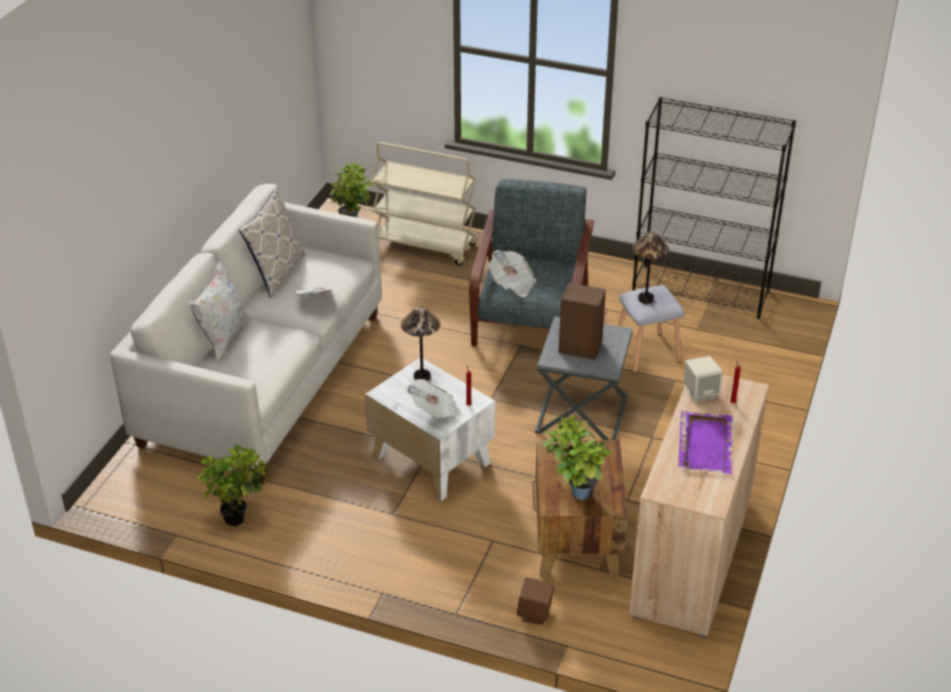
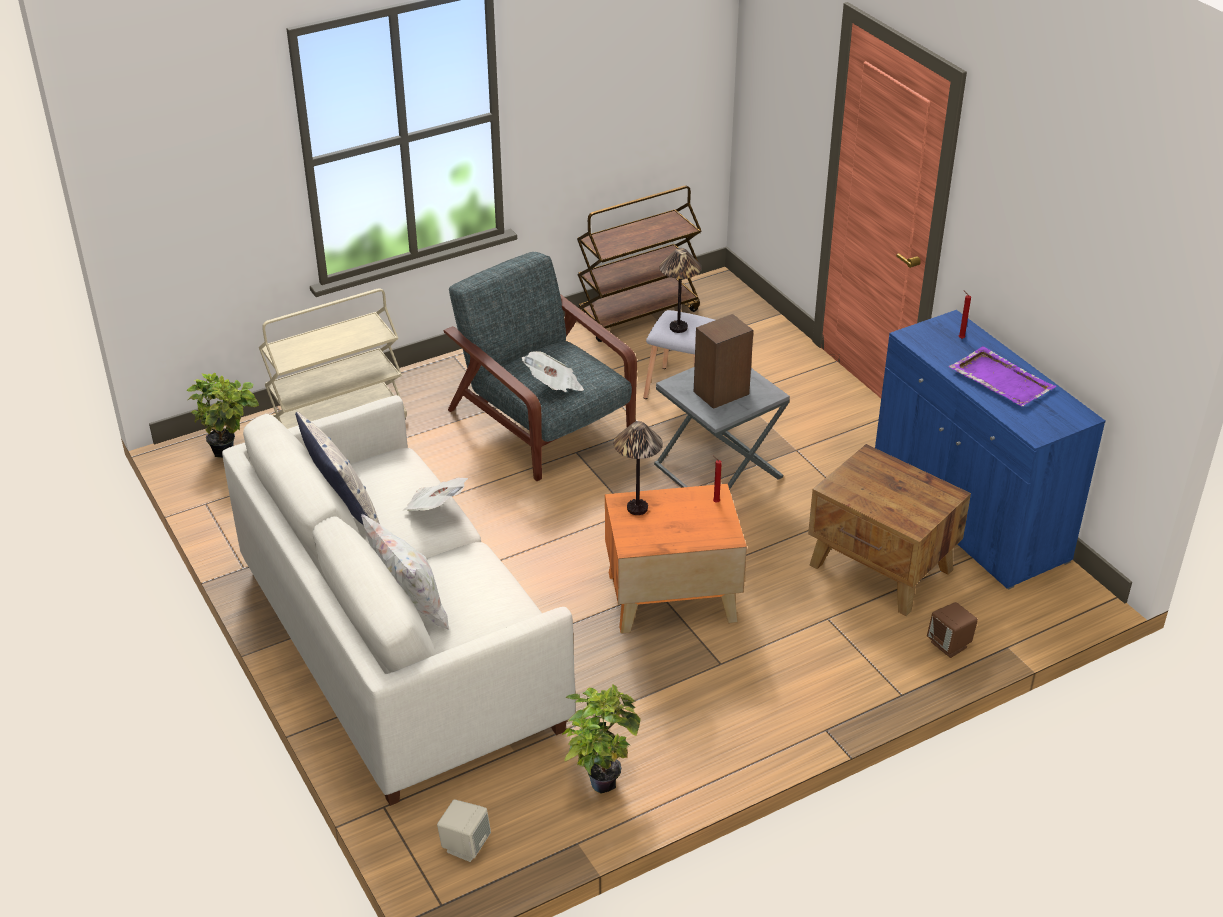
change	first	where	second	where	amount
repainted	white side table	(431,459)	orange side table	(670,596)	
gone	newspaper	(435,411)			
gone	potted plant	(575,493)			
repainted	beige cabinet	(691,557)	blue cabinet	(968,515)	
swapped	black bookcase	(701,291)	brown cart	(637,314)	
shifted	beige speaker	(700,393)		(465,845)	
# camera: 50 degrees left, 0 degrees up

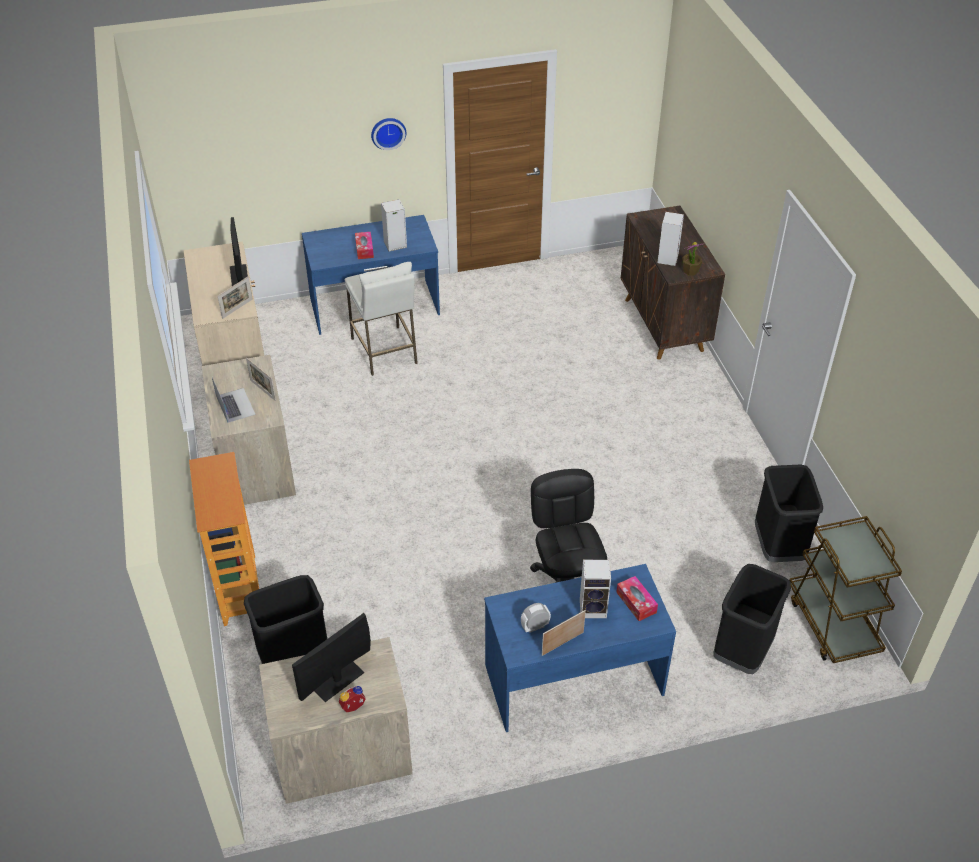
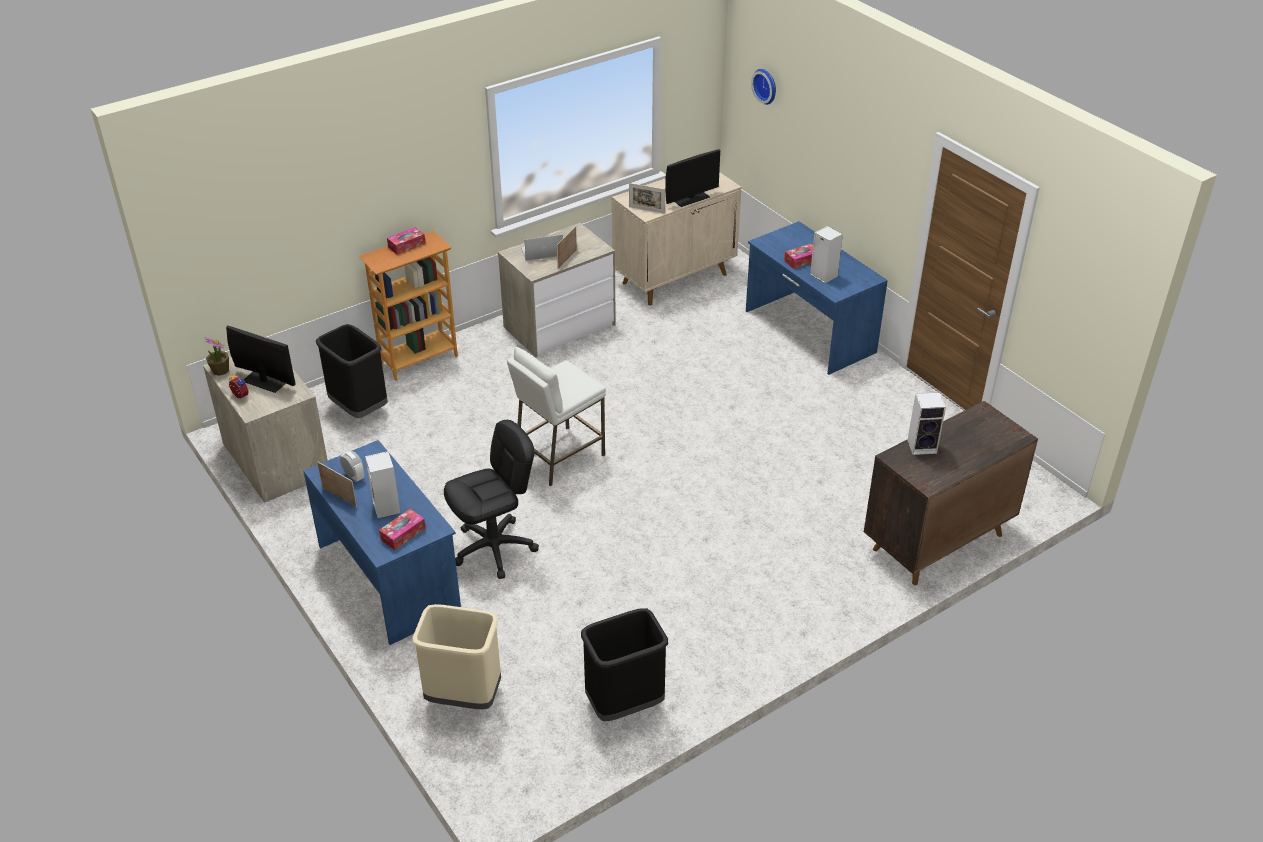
change	first	where	second	where	amount
rotated	laptop	(235,405)		(541,251)	150 degrees counterclockwise
shifted	white stool	(384,351)		(559,457)	
shifted	wall clock	(388,132)		(766,85)	
shifted	potted plant	(690,271)		(220,370)	
repainted	black trash can	(742,652)	beige trash can	(463,696)	
gone	brown cart	(833,623)			
new			tissue box	(406,245)	
# camera: 70 degrees right, 5 degrees down

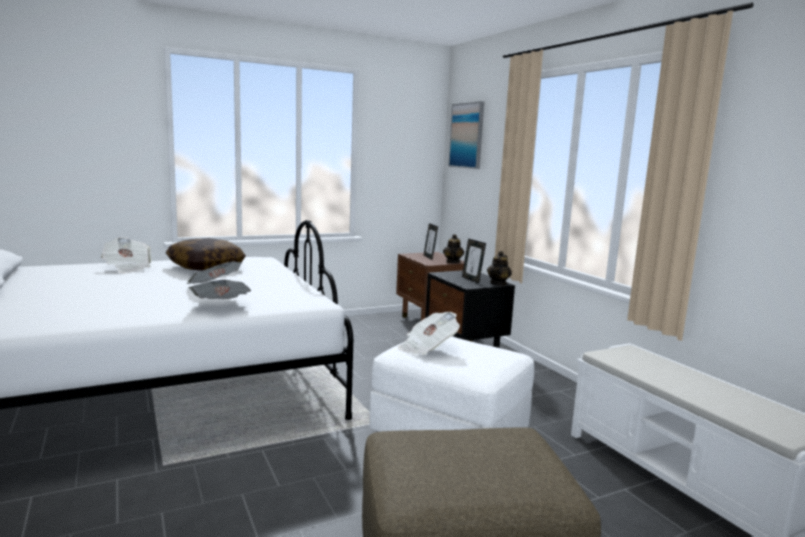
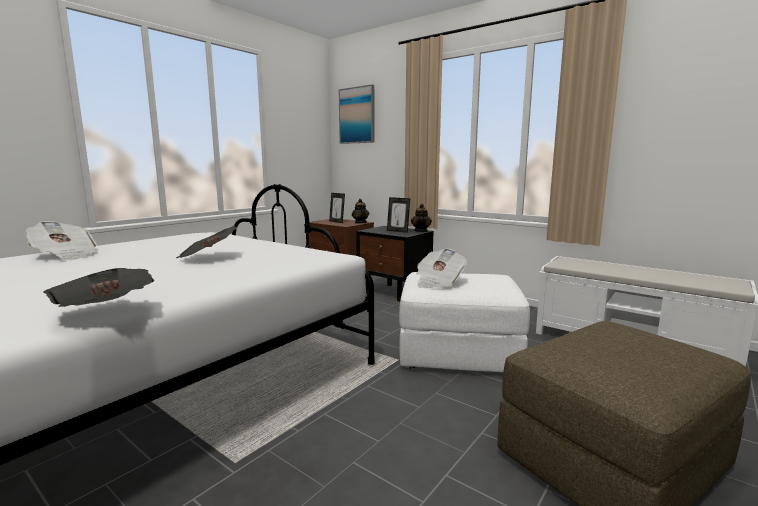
change	first	where	second	where	amount
gone	pillow	(205,267)			
shifted	newspaper	(221,306)		(106,313)	
# camera: 25 degrees left, 0 degrees up

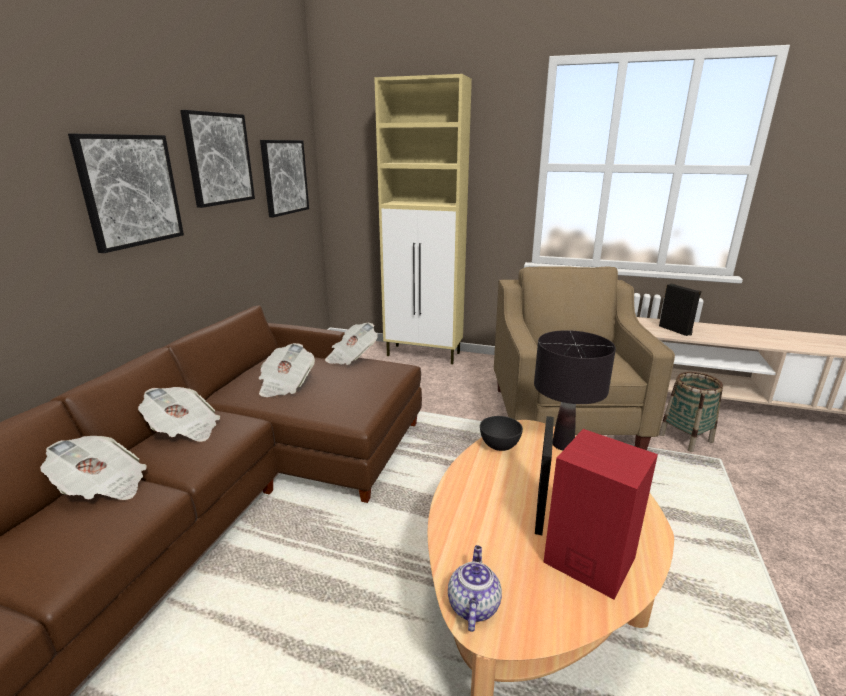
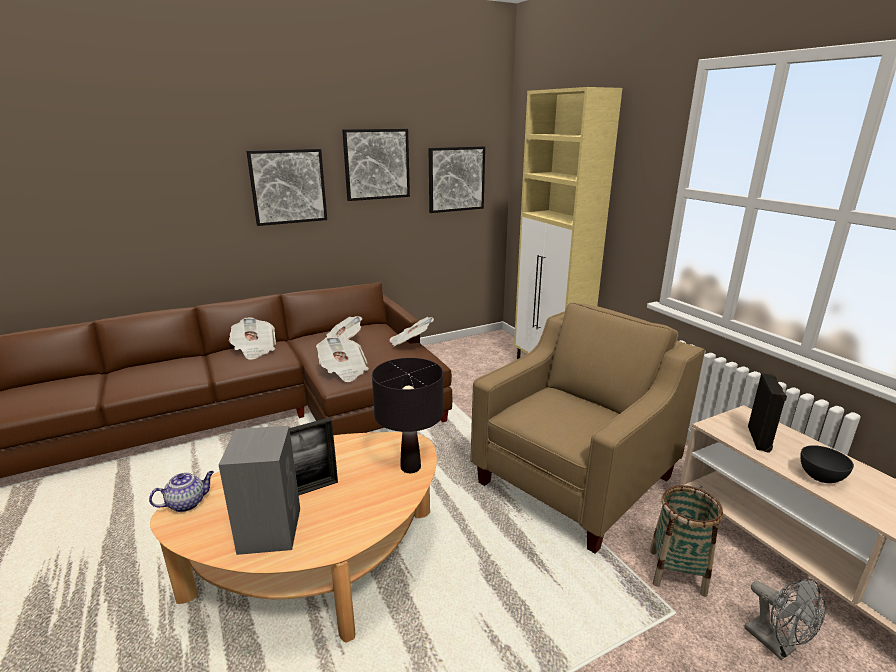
change	first	where	second	where	amount
shifted	newspaper	(103,486)		(344,371)	
shifted	grey bowl	(500,445)		(821,477)	
repainted	red speaker	(587,559)	grey speaker	(270,529)	
new			grey fan	(776,645)	
# camera: 45 degrees right, 0 degrees up

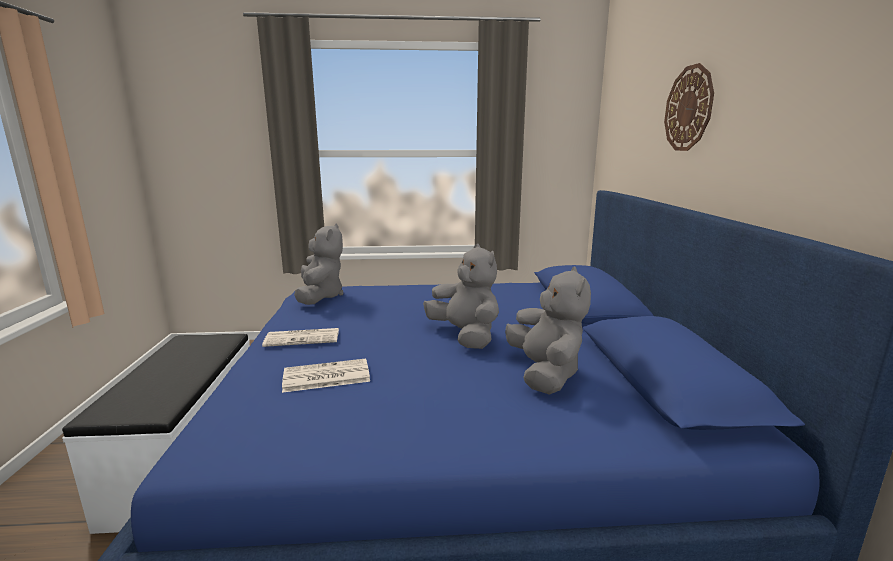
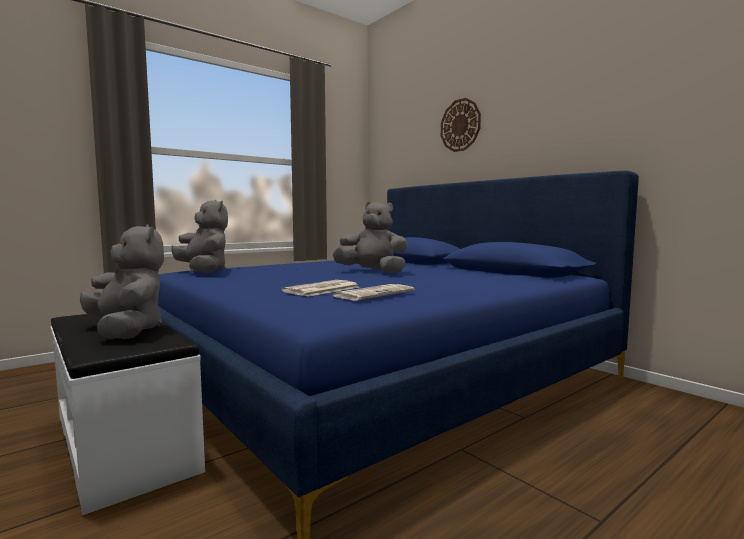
change	first	where	second	where	amount
shifted	newspaper	(303,338)		(374,293)	
shifted	grey plush toy	(545,374)		(127,331)	
# camera: 35 degrees left, 10 degrees down

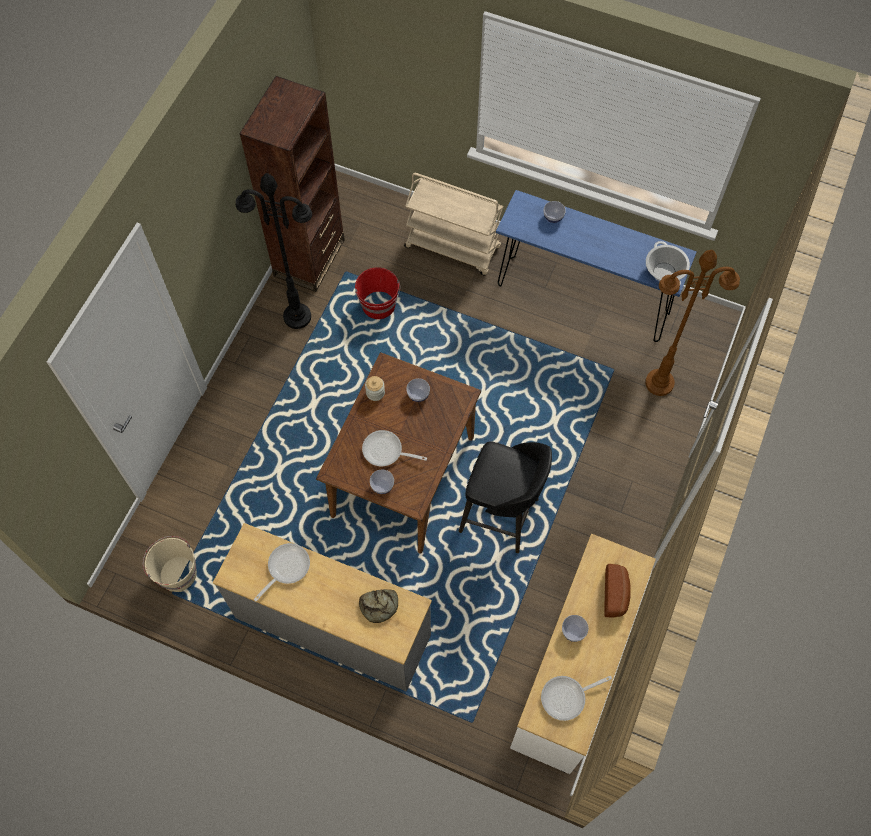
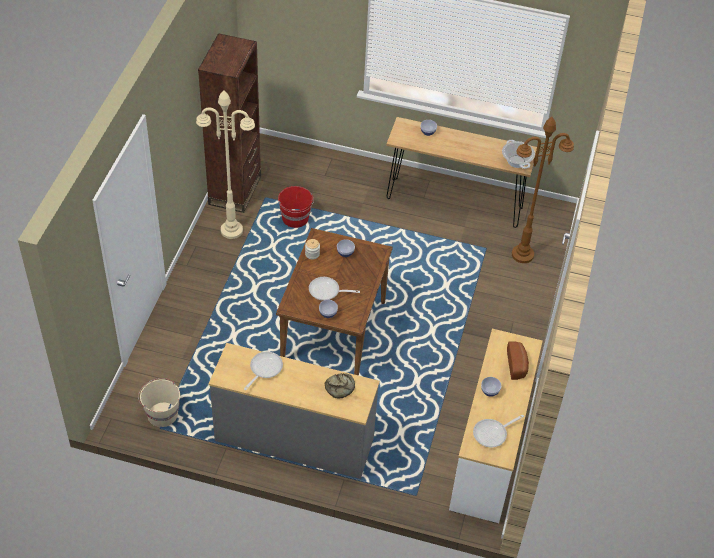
change	first	where	second	where	amount
repainted	black floor lamp	(297,317)	beige floor lamp	(231,230)	
gone	beige cart	(453,247)			
gone	black stool	(501,516)			
repainted	blue console table	(582,298)	brown console table	(454,203)	
# camera: 10 degrees left, 15 degrees down

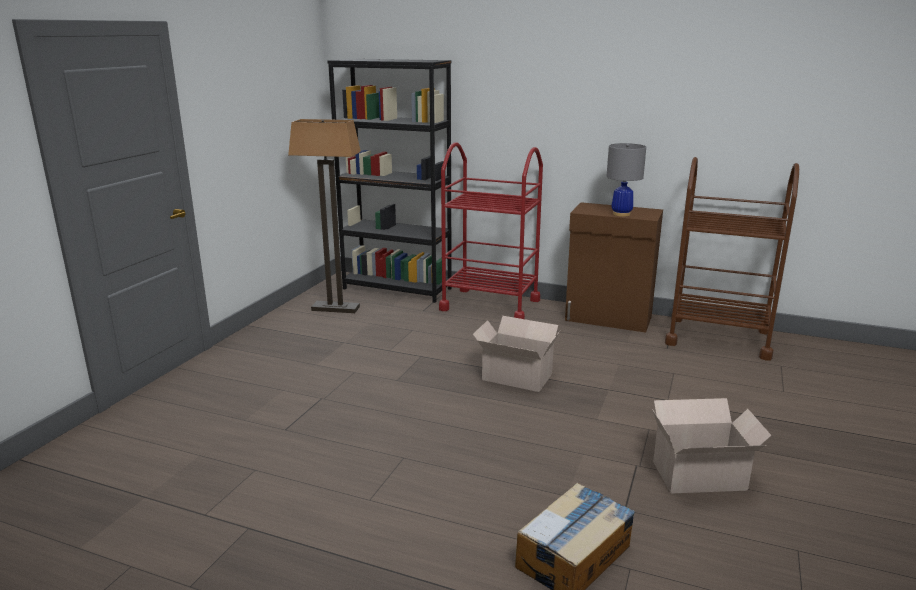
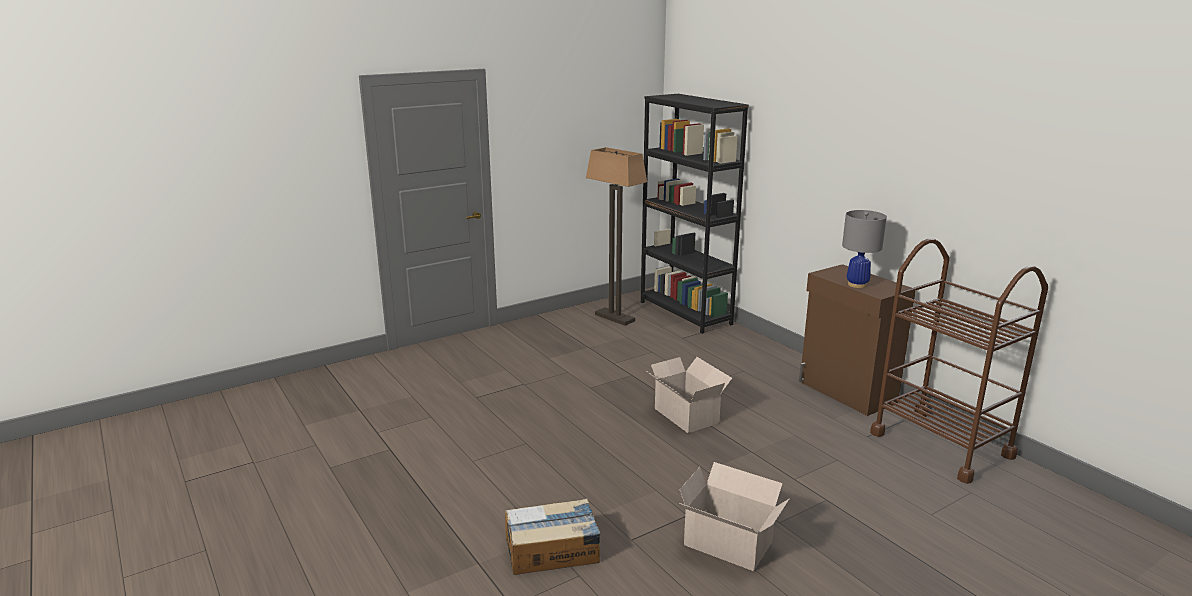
change	first	where	second	where	amount
gone	red cart	(490,305)			
# camera: 35 degrees right, 0 degrees up

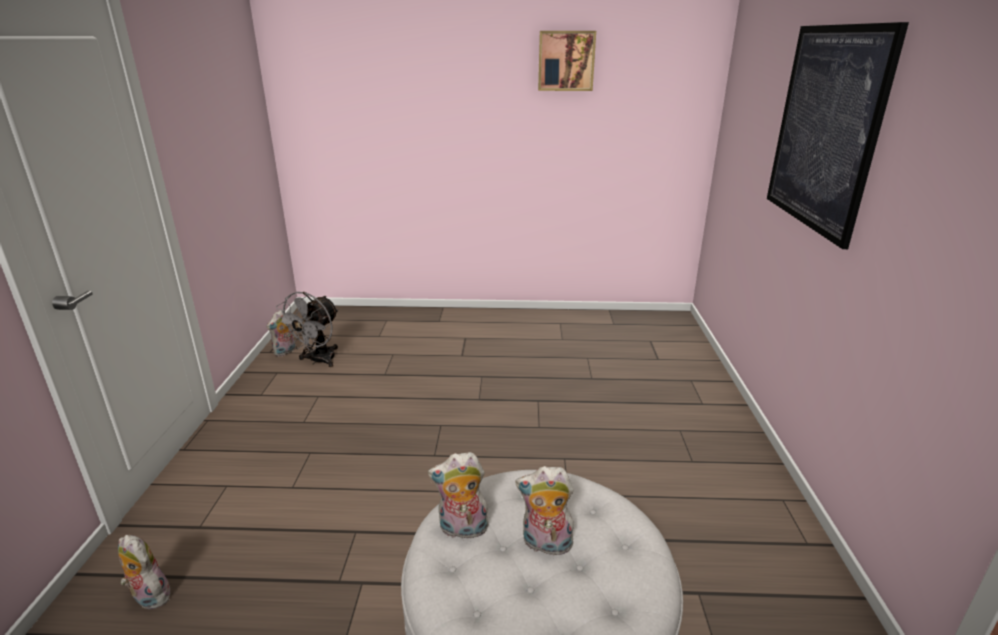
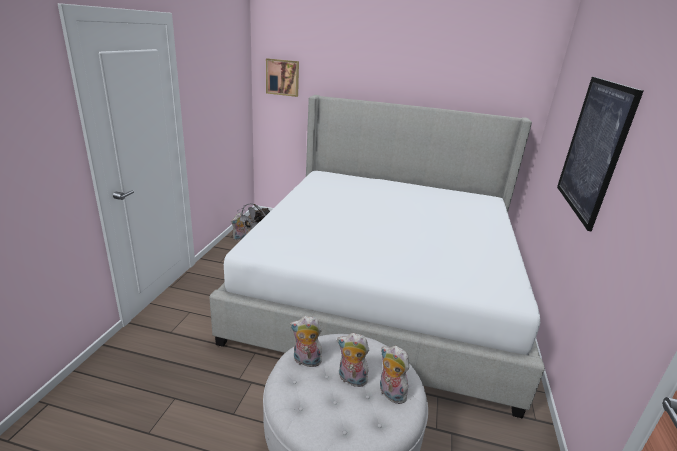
change	first	where	second	where	amount
shifted	plush toy	(148,597)		(390,393)	
shifted	picture	(566,61)		(282,77)	
new			bed	(382,289)	
# camera: 10 degrees right, 0 degrees up

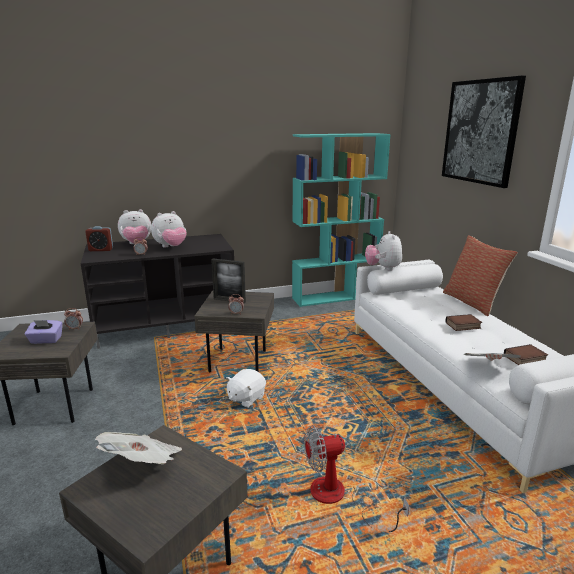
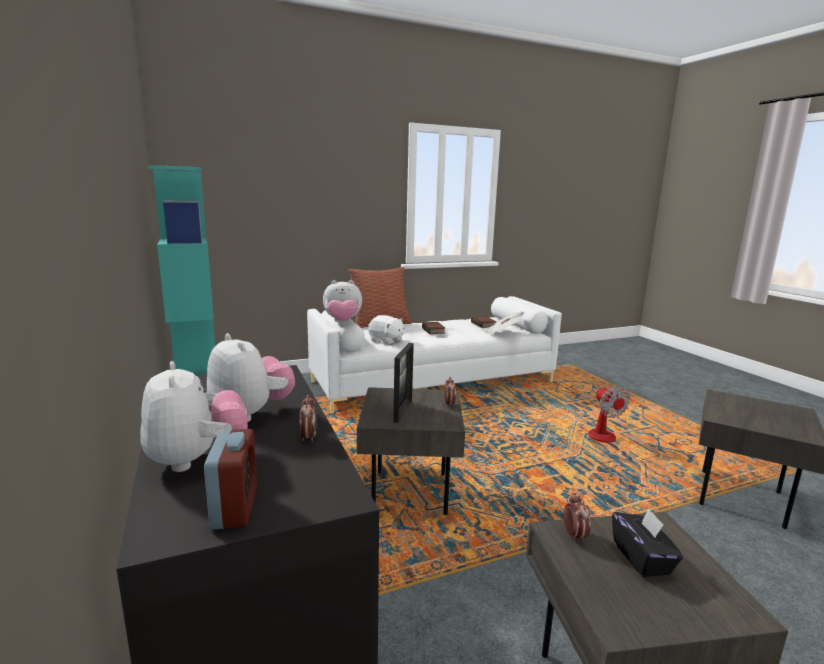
change	first	where	second	where	amount
repainted	purple tissue box	(46,340)	black tissue box	(642,558)	
gone	newspaper	(143,463)			
shifted	white plush toy	(246,398)		(386,341)	
gone	picture	(480,132)			
# camera: 95 degrees left, 5 degrees down

